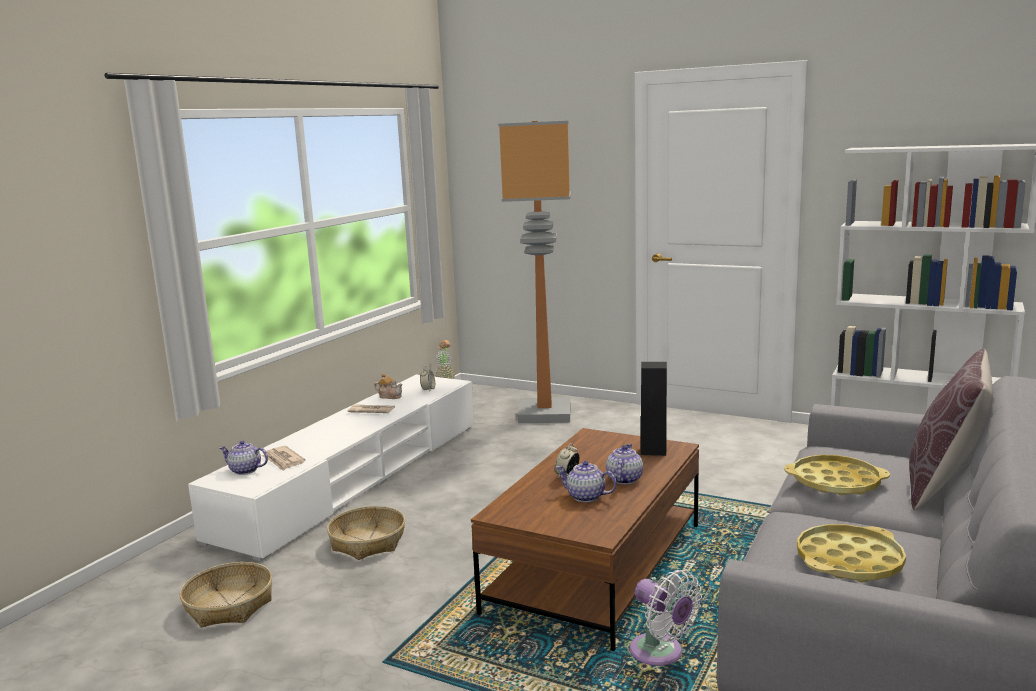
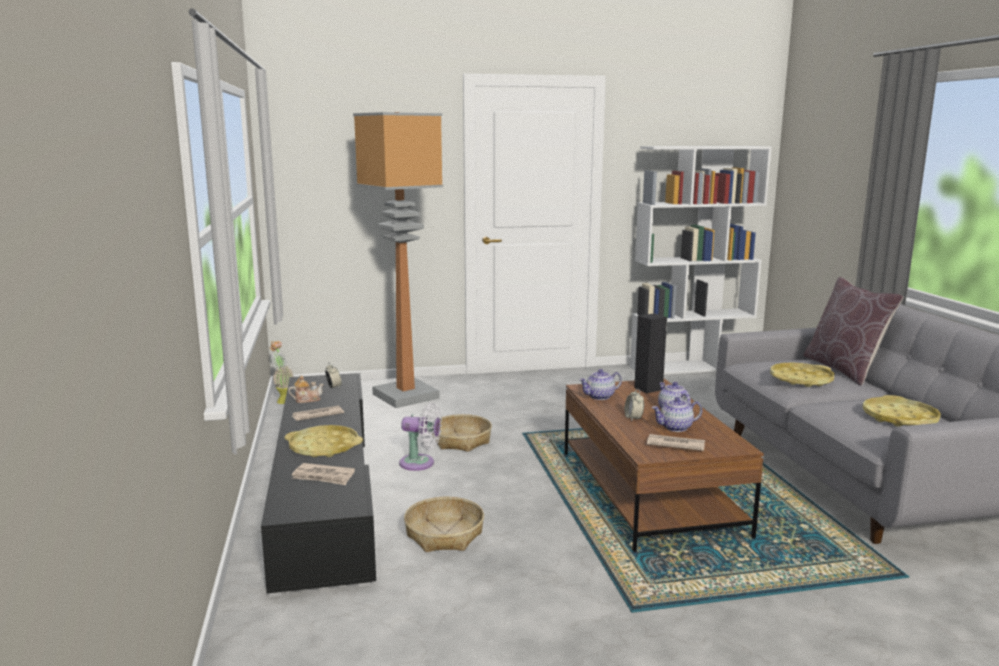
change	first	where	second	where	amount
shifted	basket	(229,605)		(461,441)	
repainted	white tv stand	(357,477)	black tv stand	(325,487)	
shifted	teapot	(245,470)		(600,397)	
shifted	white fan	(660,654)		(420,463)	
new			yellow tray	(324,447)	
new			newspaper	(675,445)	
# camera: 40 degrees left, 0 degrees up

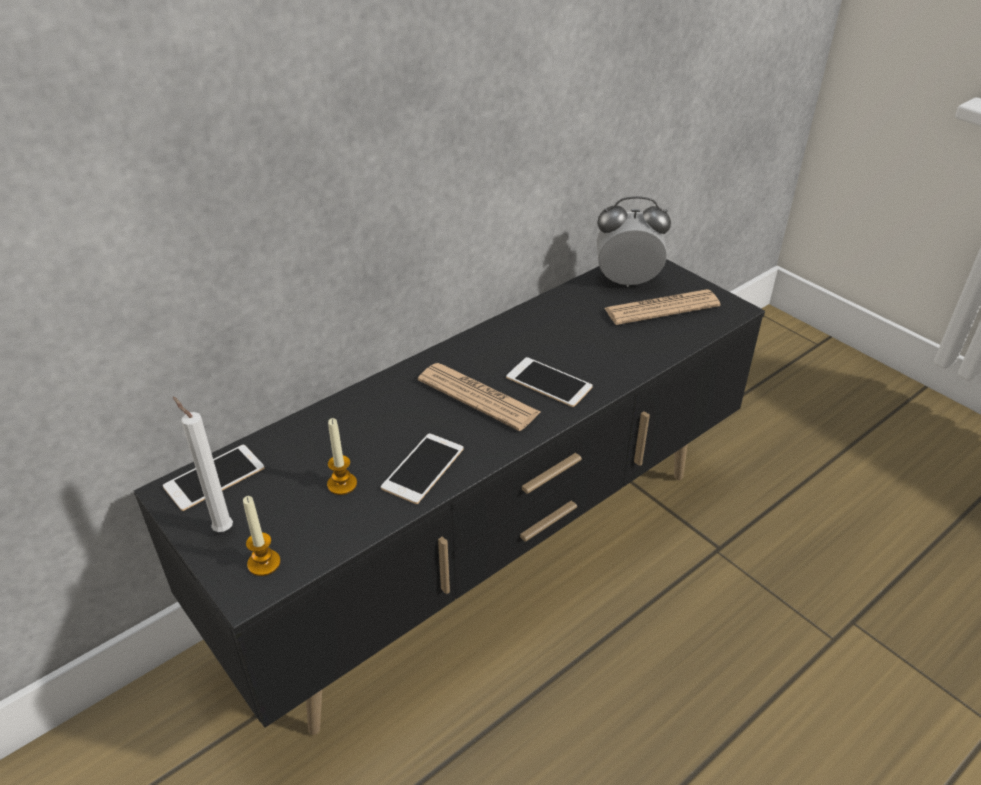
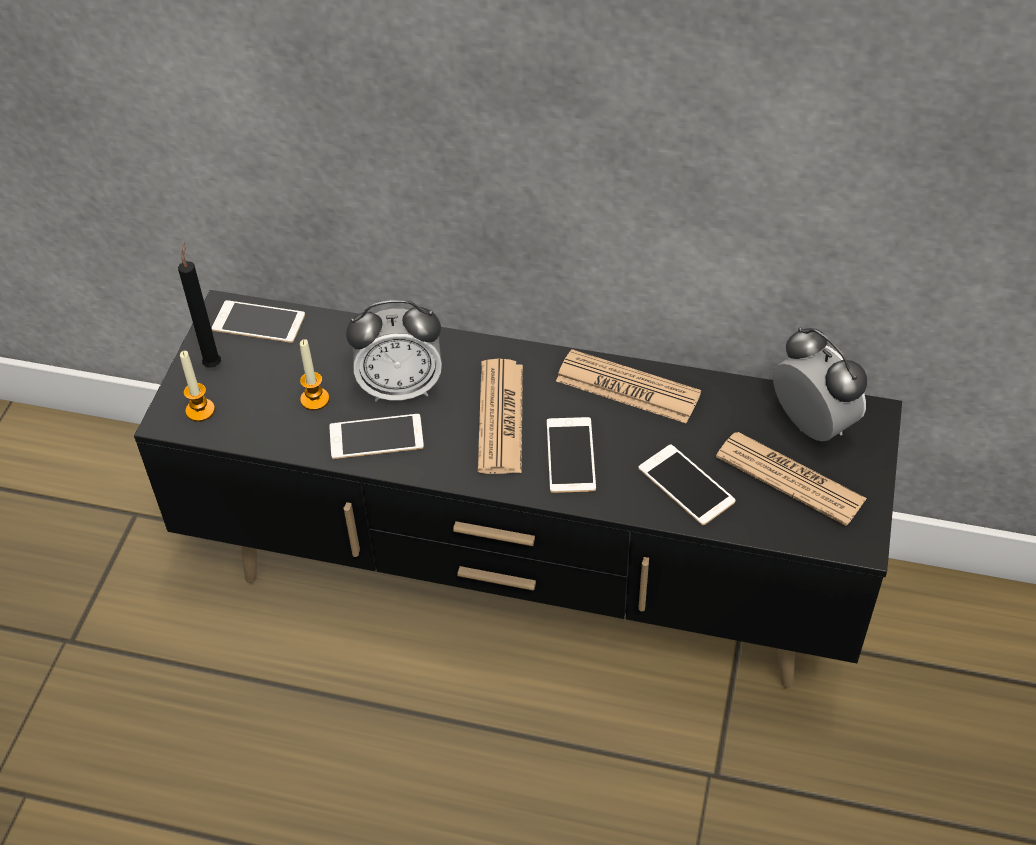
change	first	where	second	where	amount
repainted	white candle	(221,528)	black candle	(213,363)	
new			alarm clock	(400,387)	
new			newspaper	(627,388)	
new			phone	(686,485)	
# camera: 55 degrees right, 10 degrees up

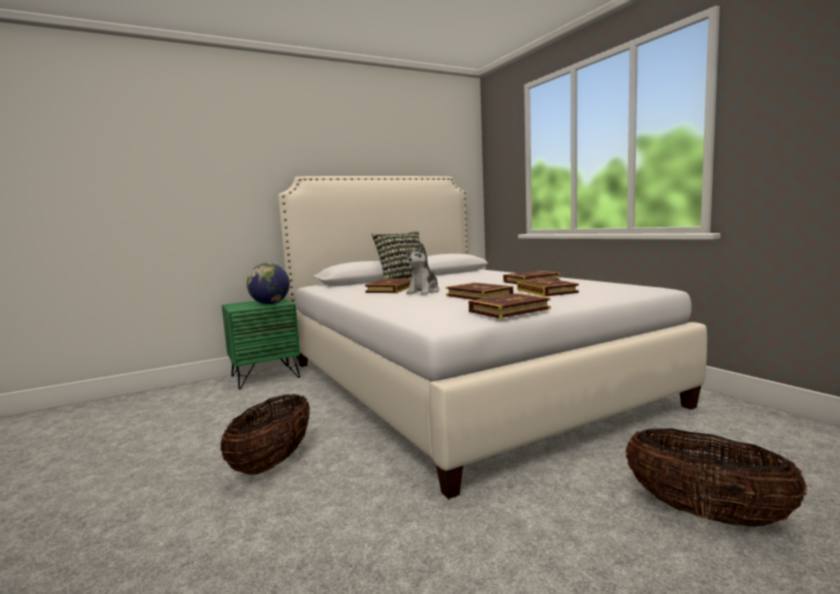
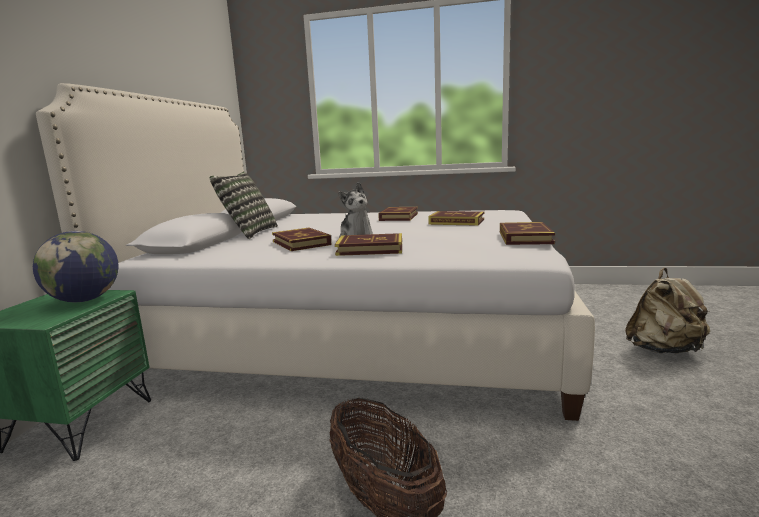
change	first	where	second	where	amount
shifted	book	(479,296)		(370,249)	
swapped	basket	(706,514)	beige backpack	(664,350)	
# camera: 50 degrees left, 5 degrees up

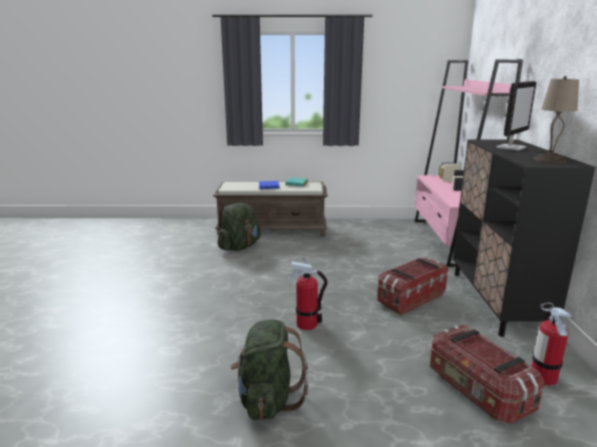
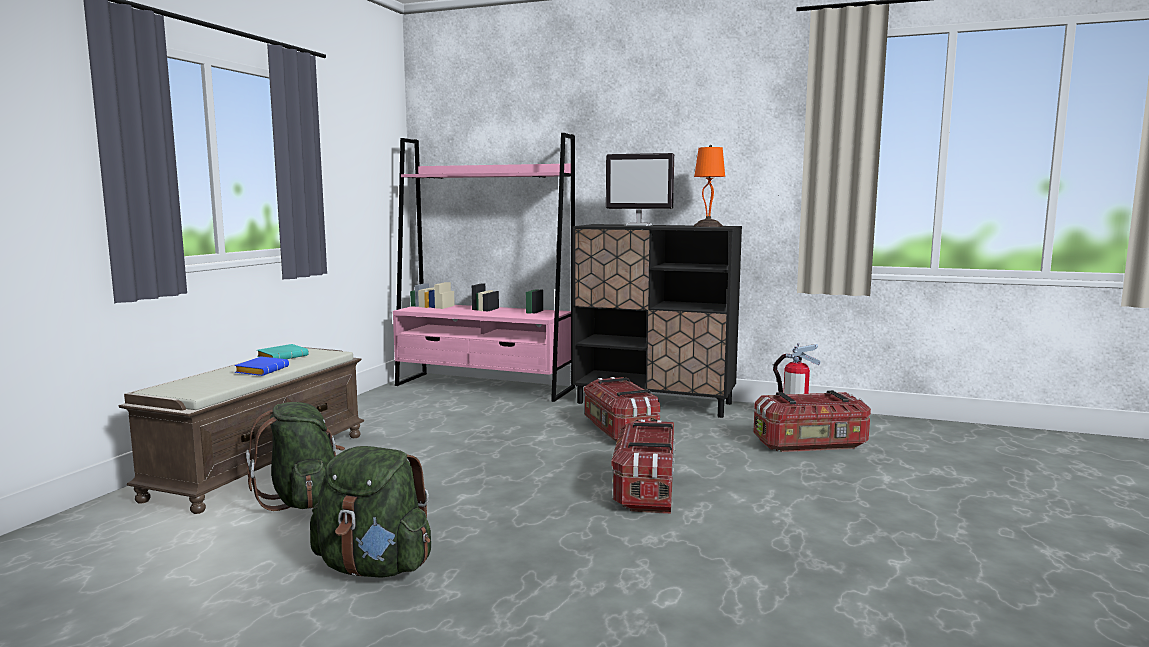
change	first	where	second	where	amount
shifted	green backpack	(268,400)		(374,568)	
swapped	fire extinguisher	(307,324)	storage box	(645,490)	
rotated	monitor	(511,148)		(639,225)	135 degrees clockwise
repainted	beige table lamp	(549,160)	orange table lamp	(708,226)	
# camera: 70 degrees left, 10 degrees down

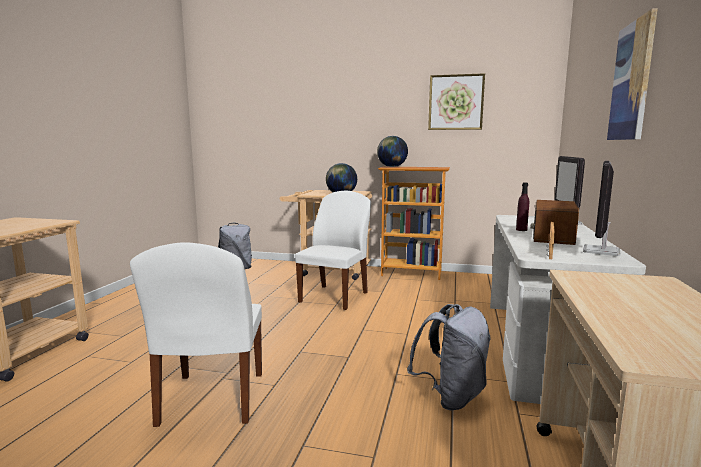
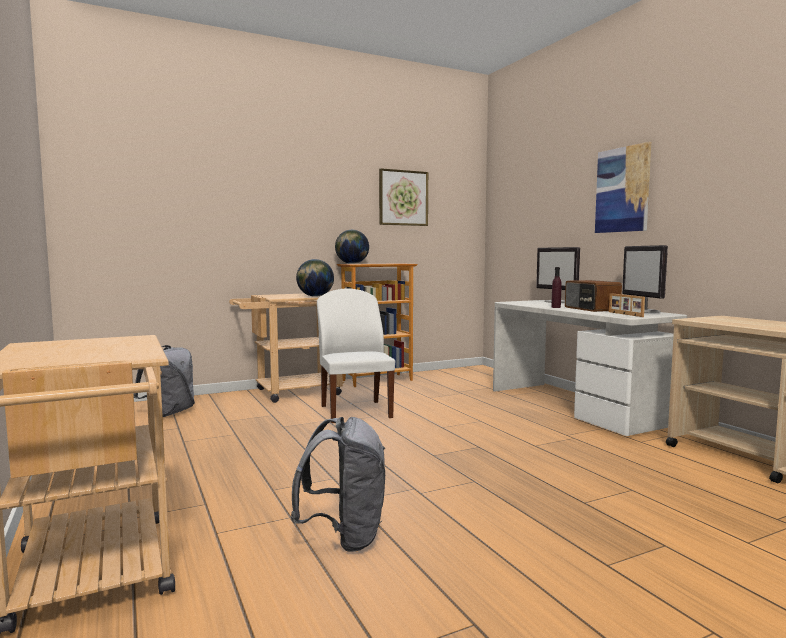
change	first	where	second	where	amount
gone	white chair	(211,400)			
shifted	grey backpack	(451,396)		(344,537)	
# camera: 40 degrees left, 5 degrees down

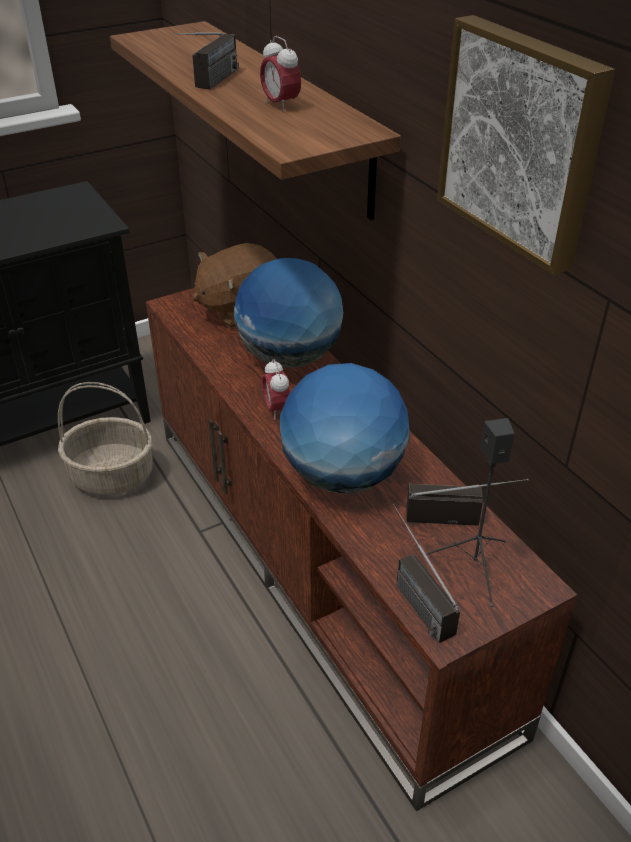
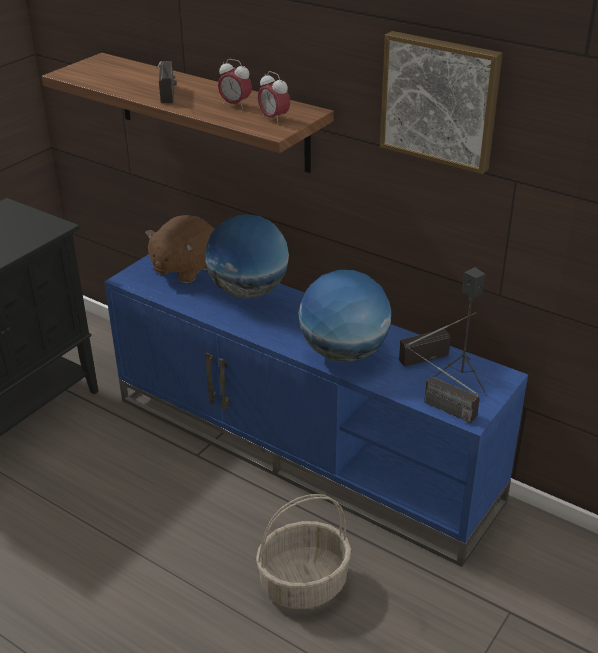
change	first	where	second	where	amount
shifted	basket	(113,475)		(304,583)	
repainted	brown tv stand	(322,565)	blue tv stand	(304,447)	
shifted	alarm clock	(277,409)		(274,119)	
# camera: 25 degrees left, 5 degrees down

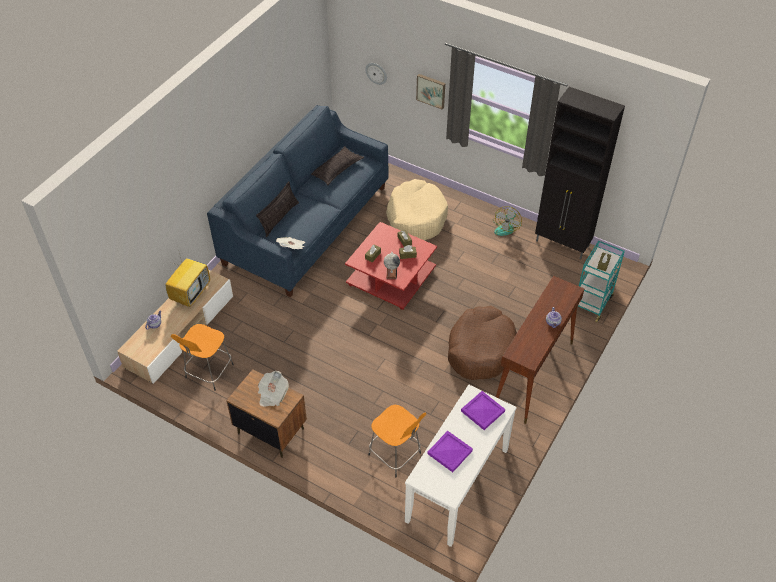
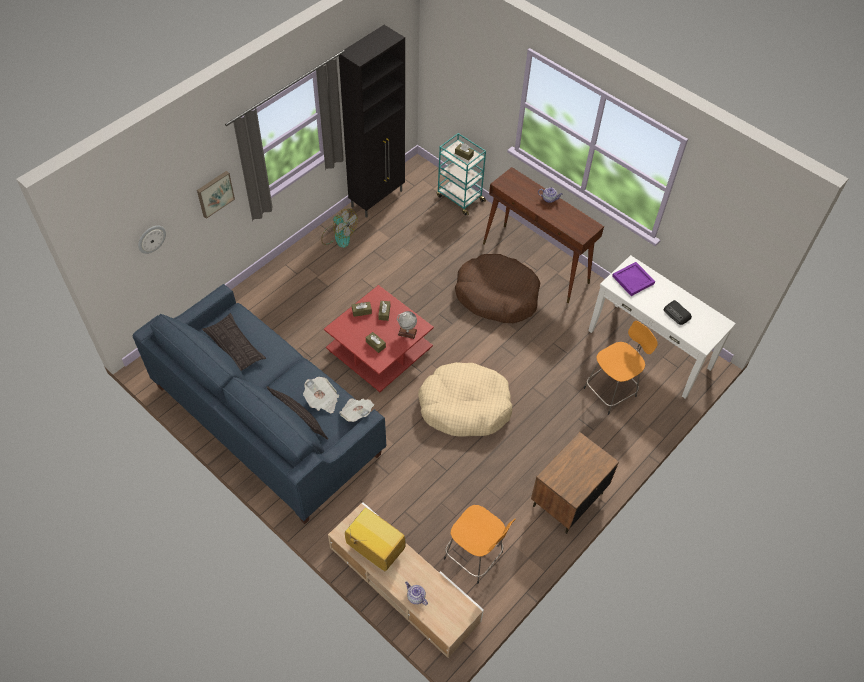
change	first	where	second	where	amount
shifted	newspaper	(272,394)		(322,400)	
shifted	beige dog bed	(416,218)		(464,406)	
swapped	purple tray	(450,453)	radio	(677,314)	
# camera: 80 degrees left, 5 degrees up

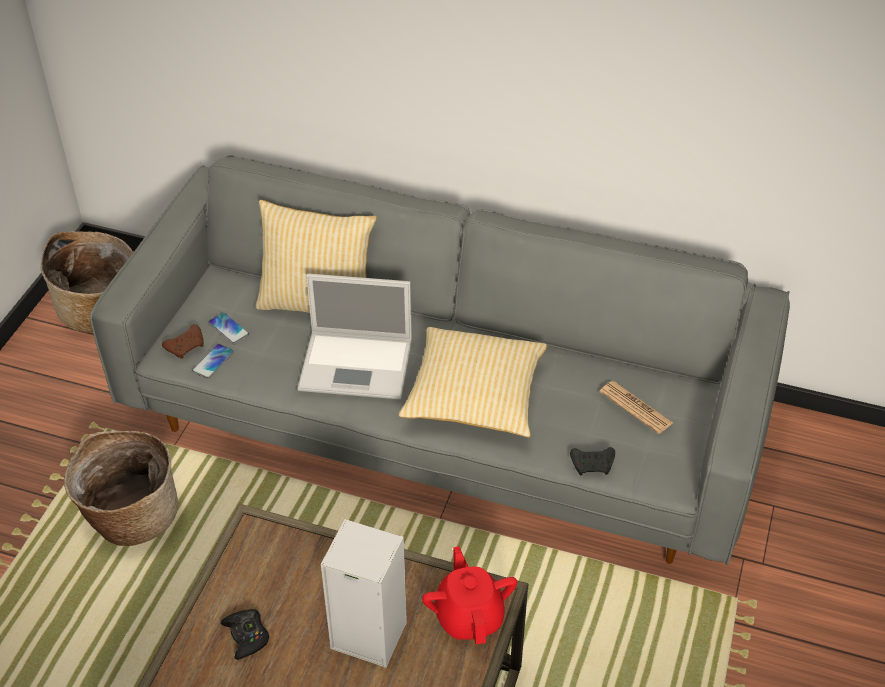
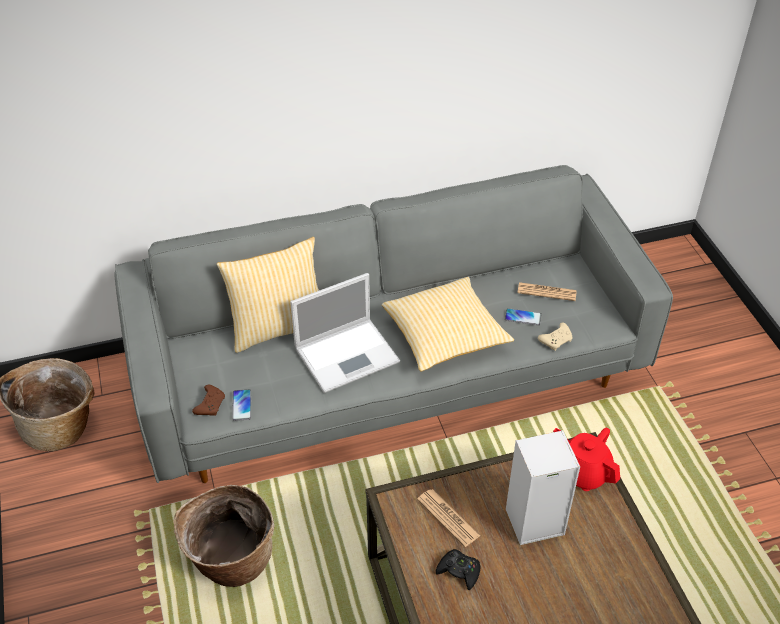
change	first	where	second	where	amount
shifted	phone	(228,329)		(522,317)	
repainted	black game controller	(593,465)	beige game controller	(556,340)	
new			newspaper	(448,518)	
# camera: 35 degrees left, 0 degrees up

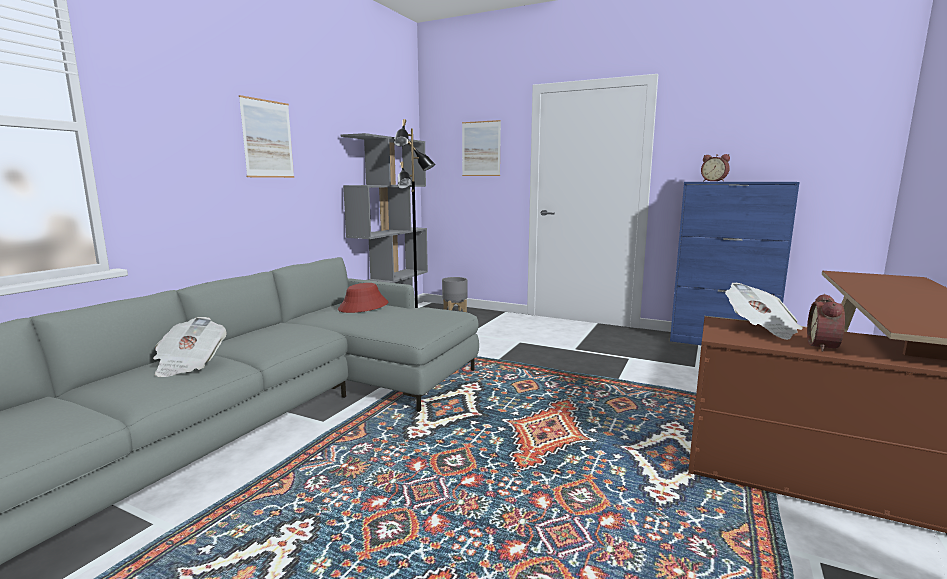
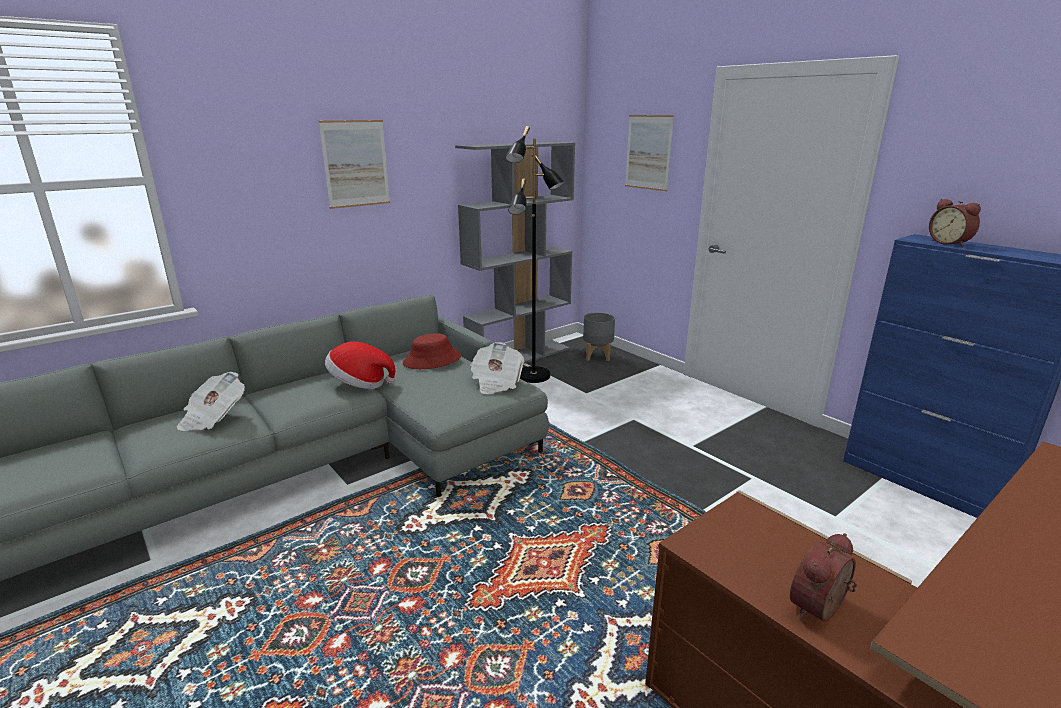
change	first	where	second	where	amount
shifted	newspaper	(761,329)		(496,382)	
new			hat	(360,384)	
# camera: 25 degrees right, 10 degrees up

